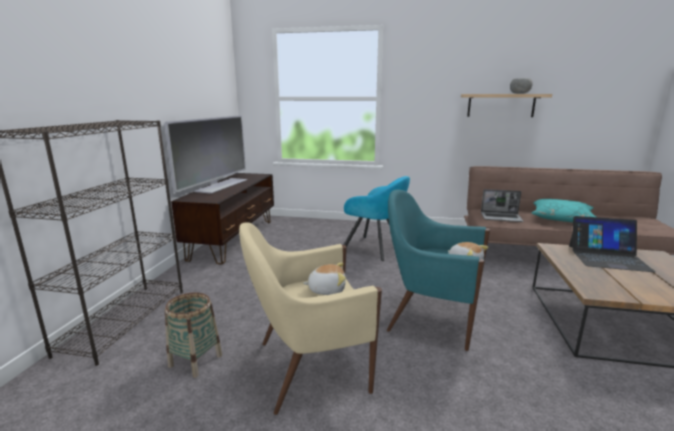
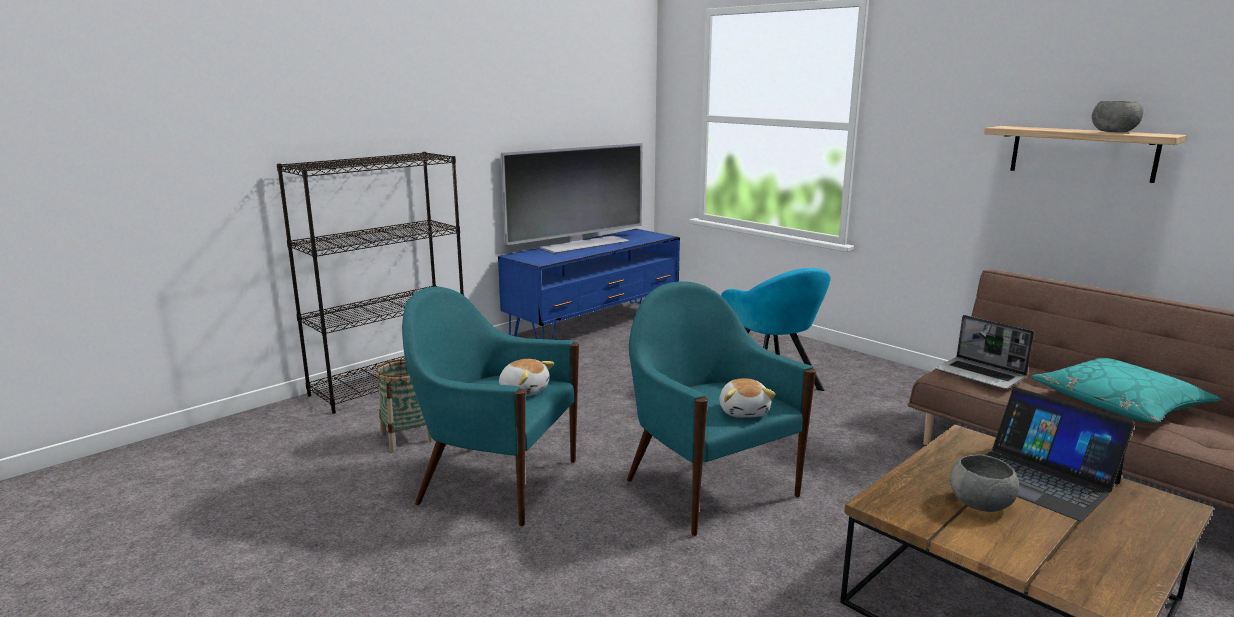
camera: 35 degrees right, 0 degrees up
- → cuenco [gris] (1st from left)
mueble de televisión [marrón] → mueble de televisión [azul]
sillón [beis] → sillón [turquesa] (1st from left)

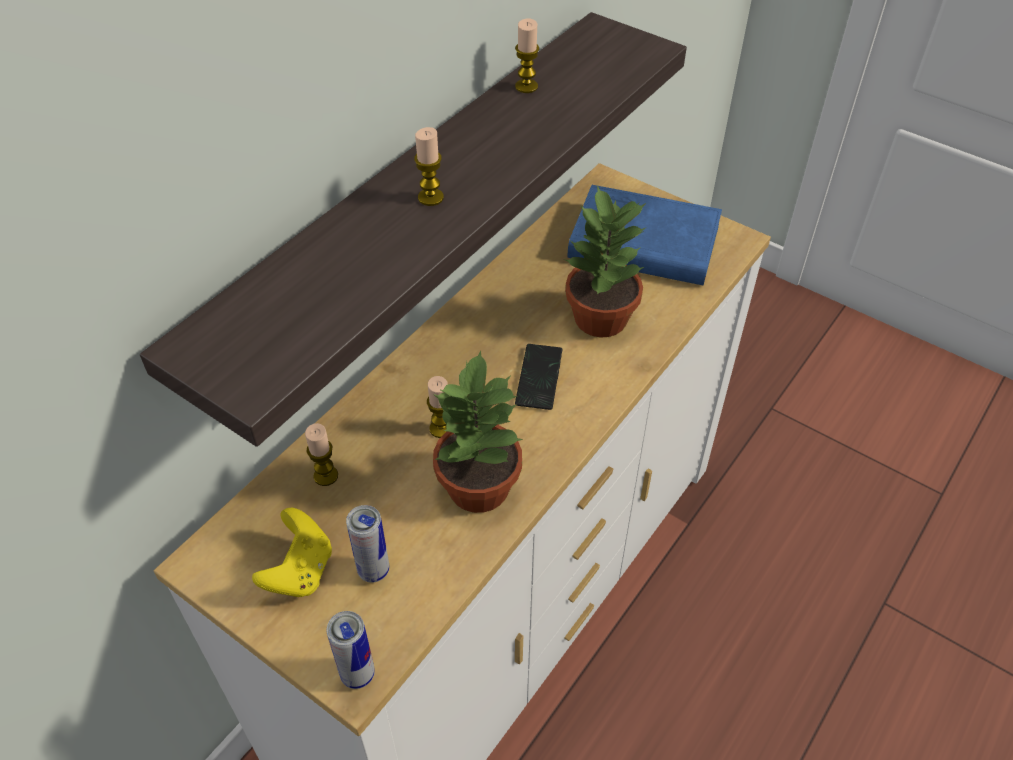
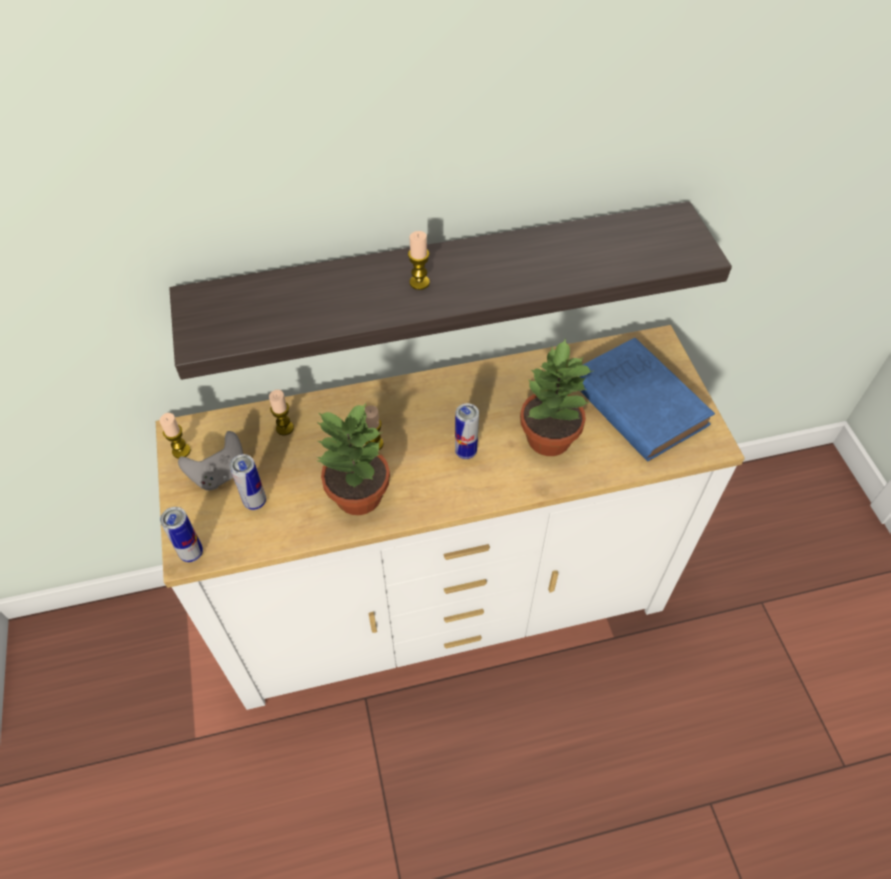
camera: 40 degrees right, 5 degrees up
vela (4th from left in the first image) → vela (1st from left), moved
móvil → lata (3rd from left)
mando de consola [amarillo] → mando de consola [gris]

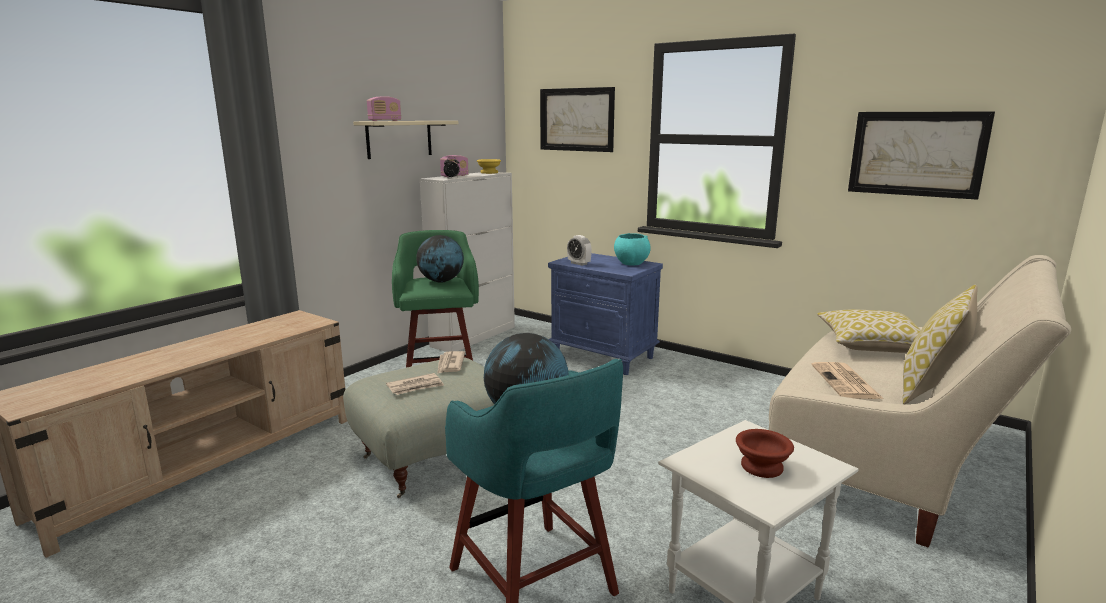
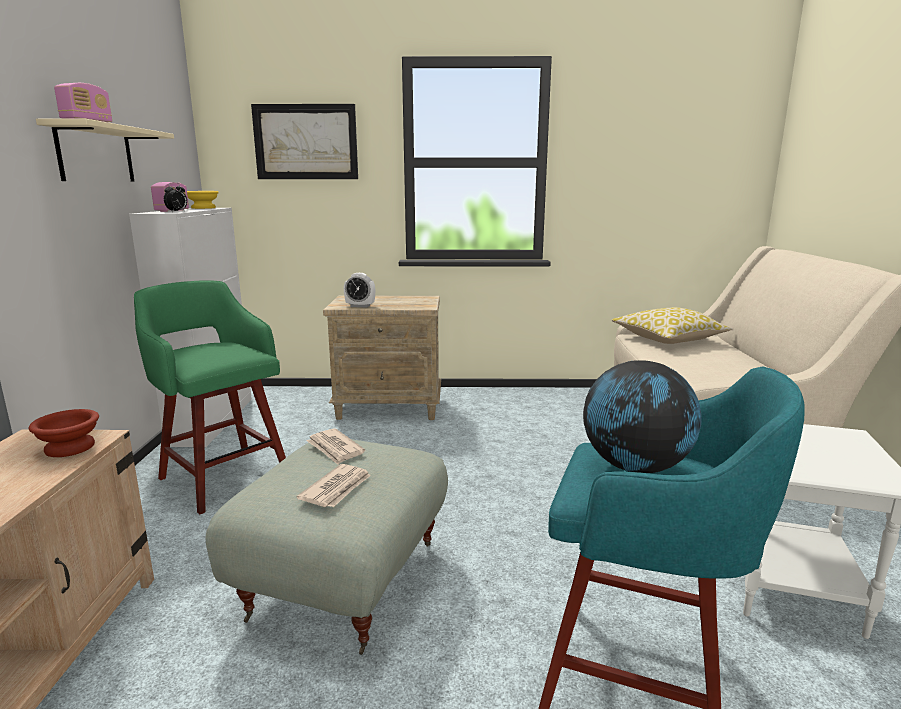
camera: 35 degrees left, 0 degrees up
globo terráqueo (1st from left) → -
cuenco [turquesa] → -
periódico (3rd from left) → -
cuadro (2nd from left) → -
cojín (2nd from left) → -
cuenco [marrón], moved
mesita de noche [azul] → mesita de noche [beis]

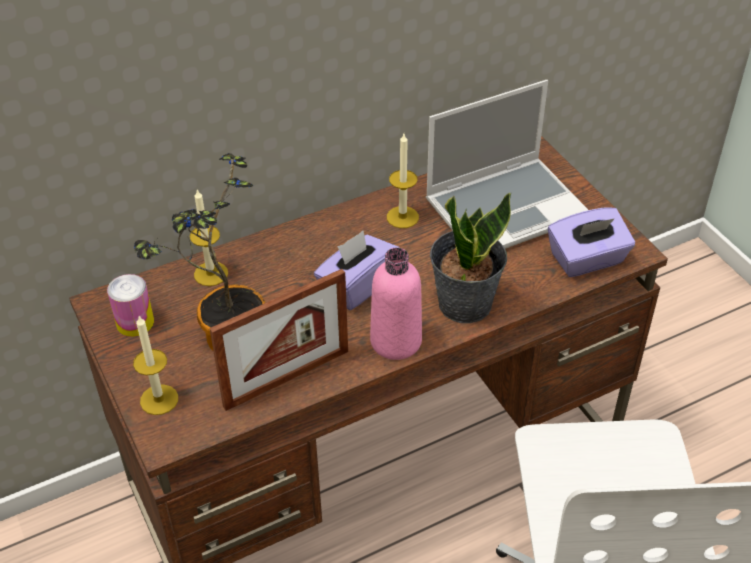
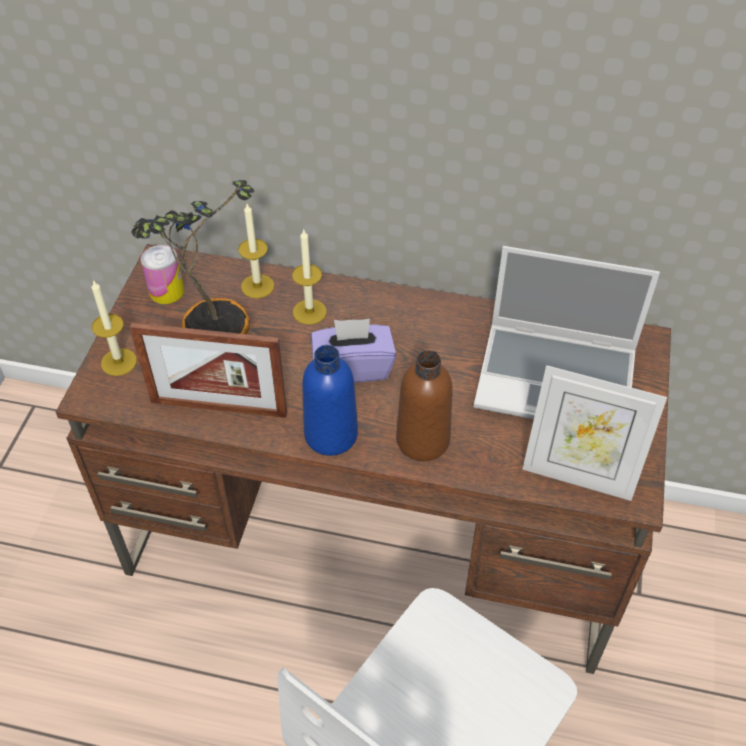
camera: 40 degrees right, 5 degrees up
vela (3rd from left), moved
planta en maceta (2nd from left) → botella [marrón]
caja de pañuelos [morado] (2nd from left) → portarretratos (2nd from left)
botella [rosa] → botella [azul]

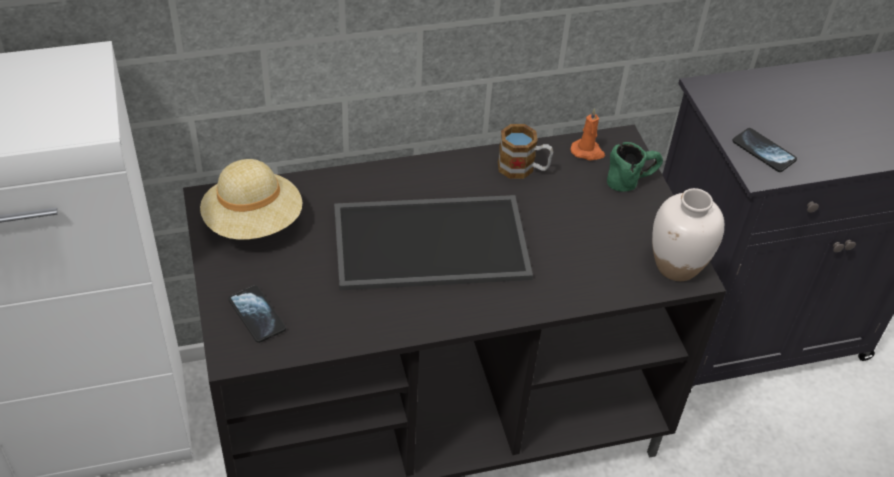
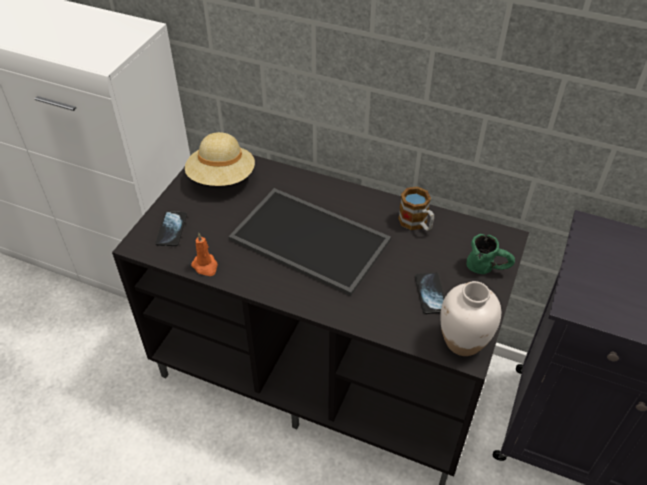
camera: 40 degrees right, 0 degrees up
vela [naranja], moved
móvil (2nd from left), moved

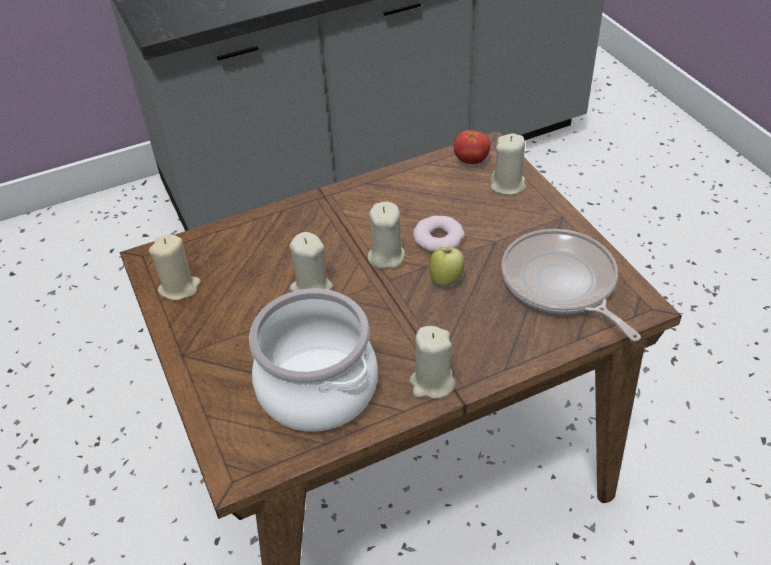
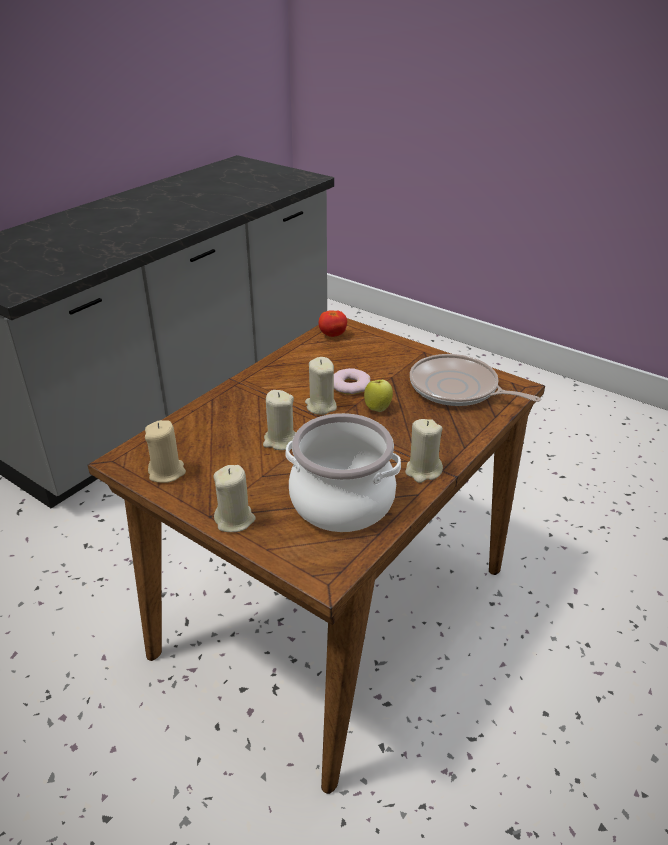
camera: 30 degrees left, 10 degrees down
vela [beis] (5th from left in the first image) → vela [beis] (2nd from left), moved

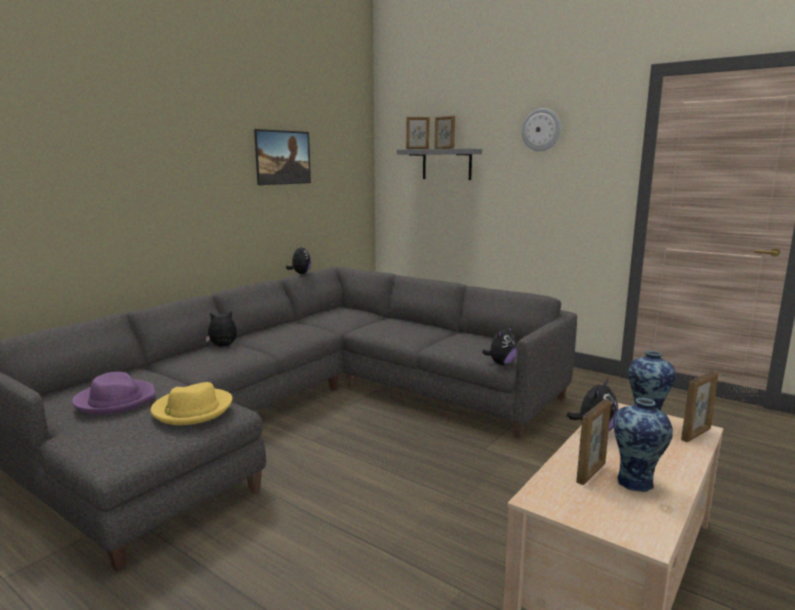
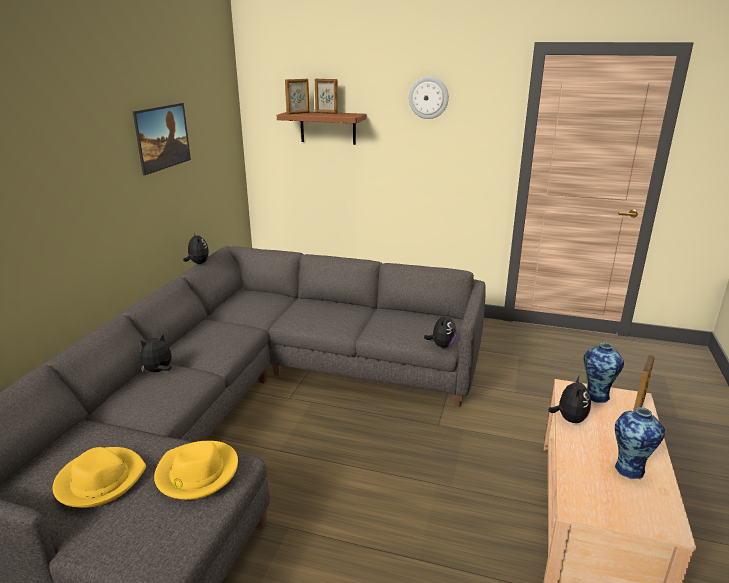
camera: 20 degrees left, 10 degrees up
portarretratos (3rd from left) → -
sombrero [morado] → sombrero [amarillo] (1st from left)
estante [gris] → estante [marrón]

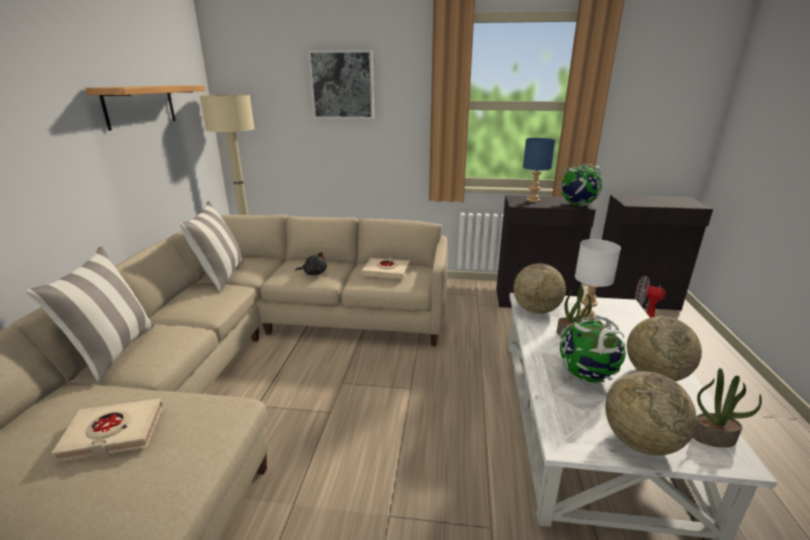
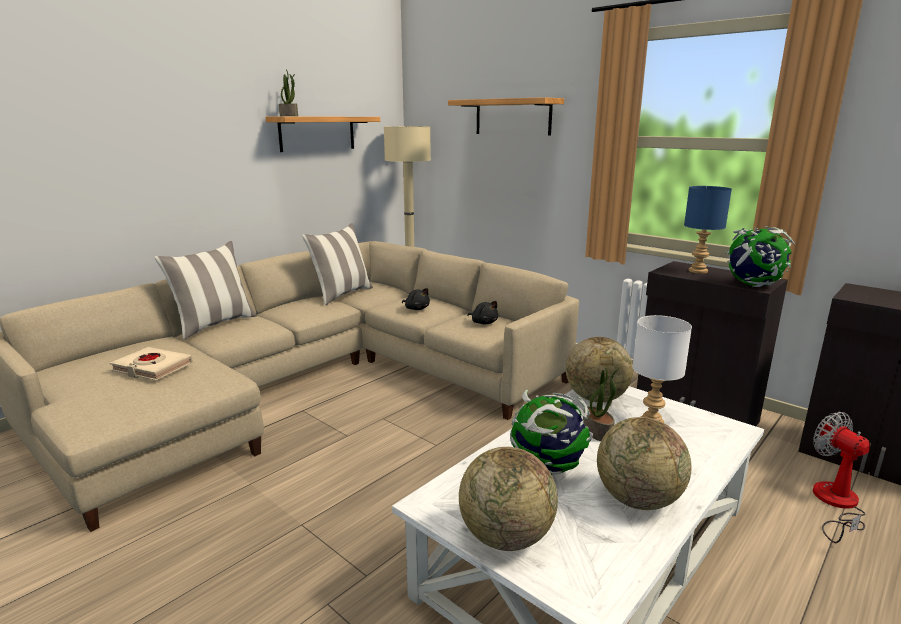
camera: 35 degrees right, 5 degrees down
planta en maceta (2nd from left in the first image) → planta en maceta (1st from left), moved
cuadro → estante (2nd from left)
libro [beis] (2nd from left) → peluche [negro] (2nd from left)

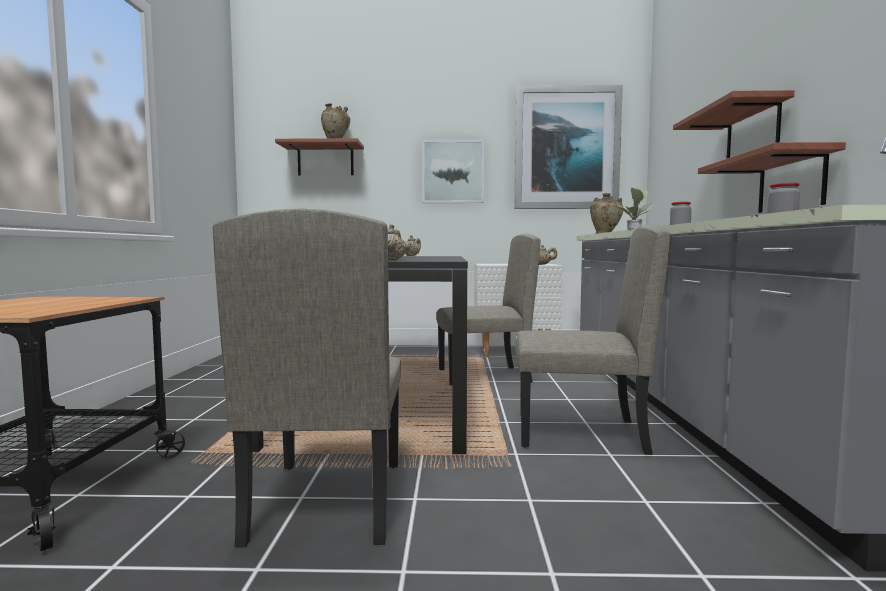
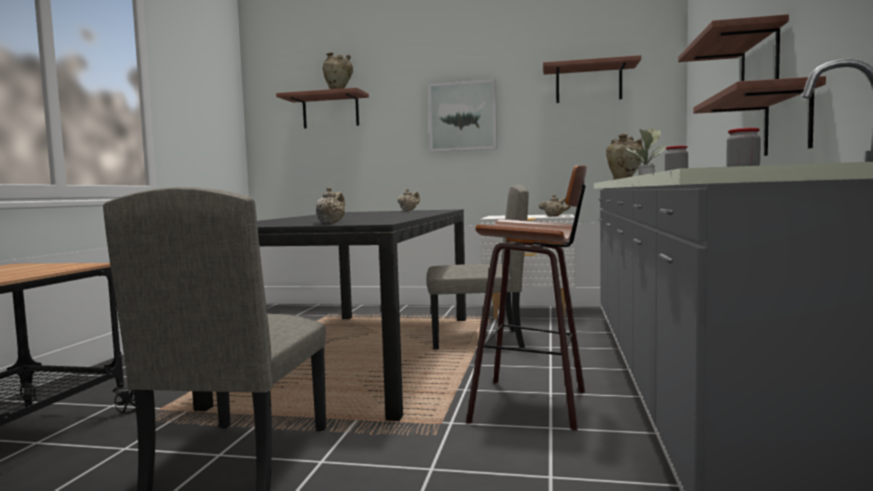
camera: 10 degrees right, 0 degrees up
cuadro (2nd from left) → estante (2nd from left)
silla [beis] (3rd from left) → taburete

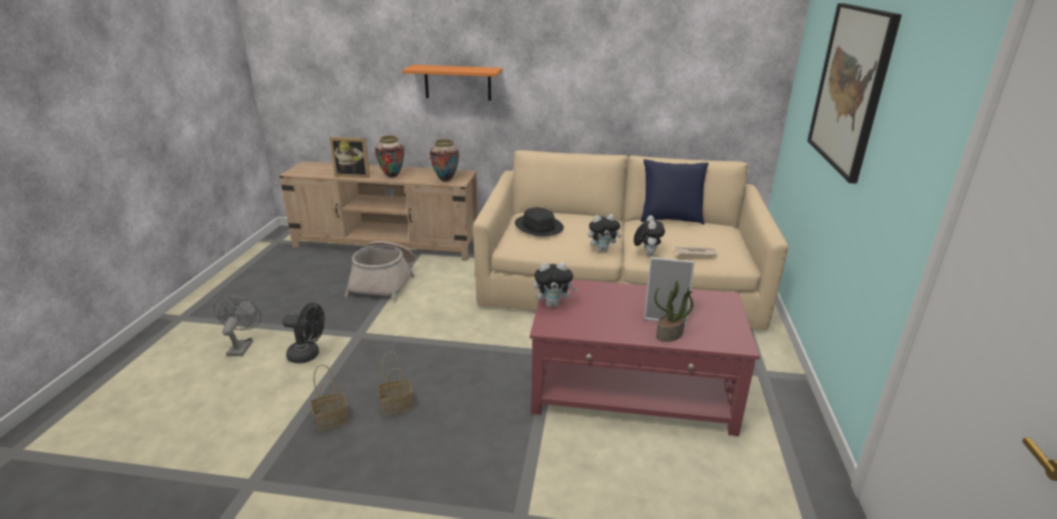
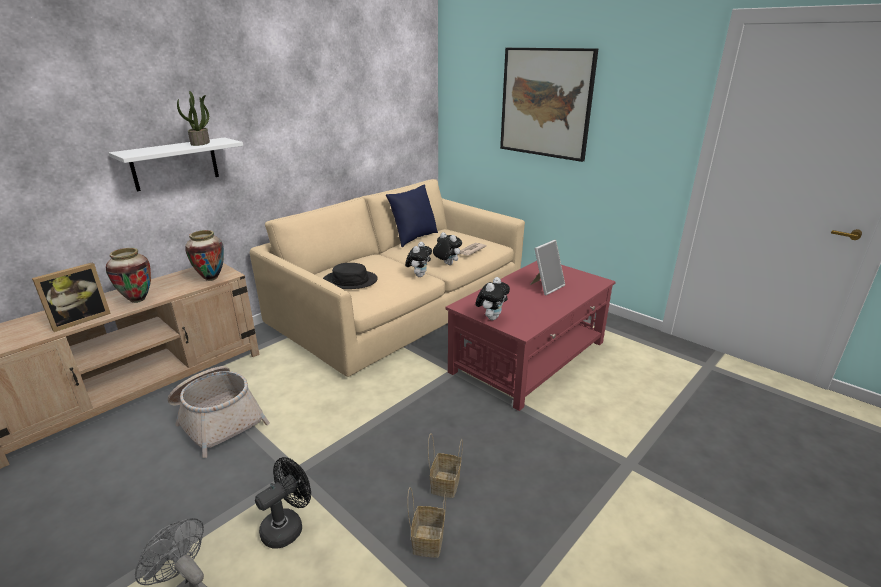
camera: 55 degrees left, 0 degrees up
planta en maceta, moved
estante [naranja] → estante [blanco]

